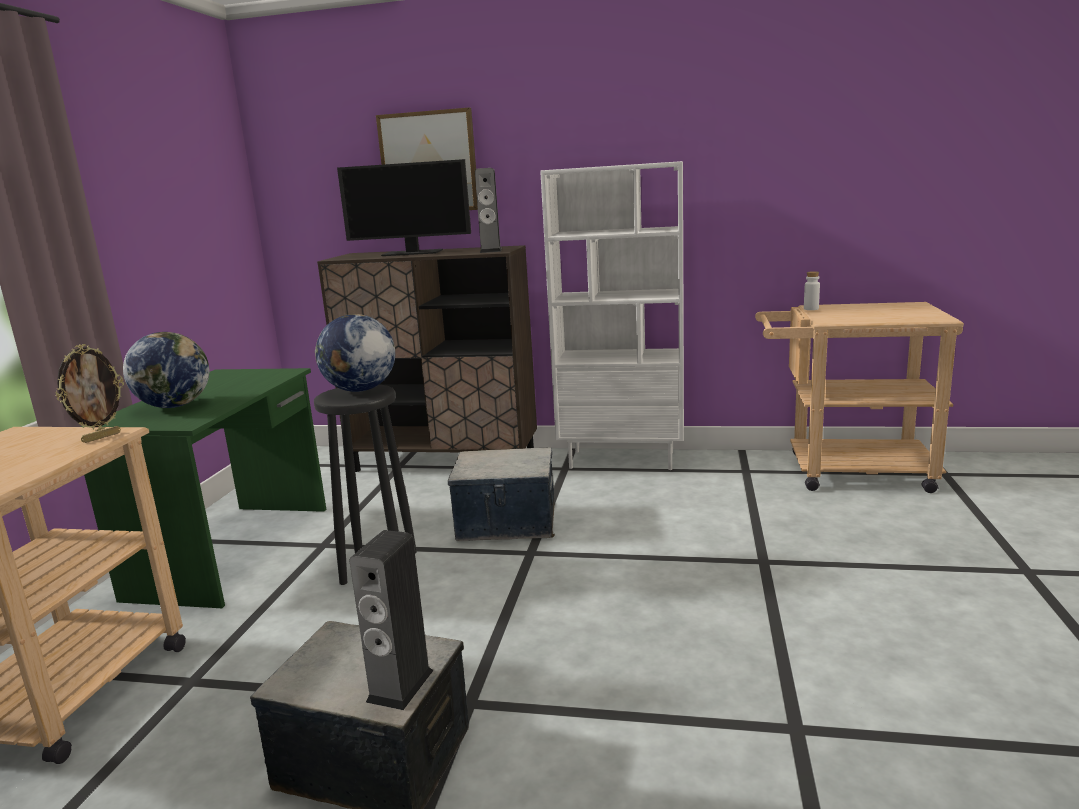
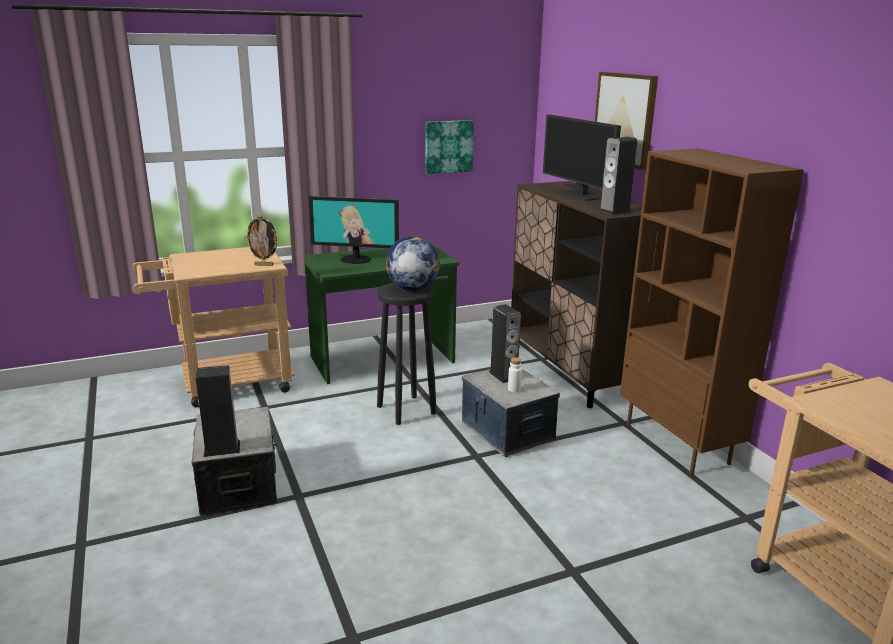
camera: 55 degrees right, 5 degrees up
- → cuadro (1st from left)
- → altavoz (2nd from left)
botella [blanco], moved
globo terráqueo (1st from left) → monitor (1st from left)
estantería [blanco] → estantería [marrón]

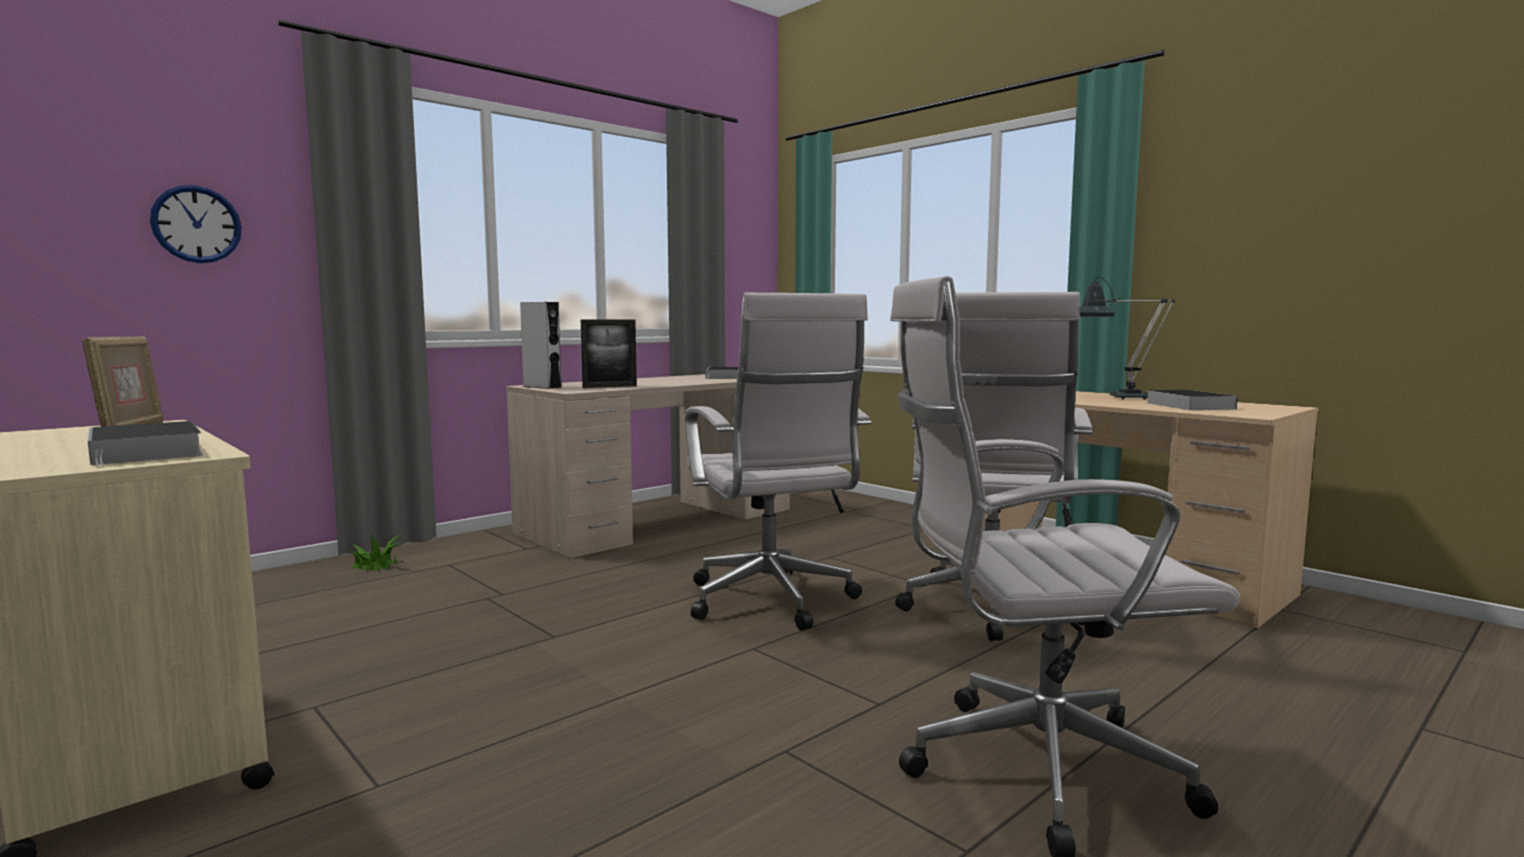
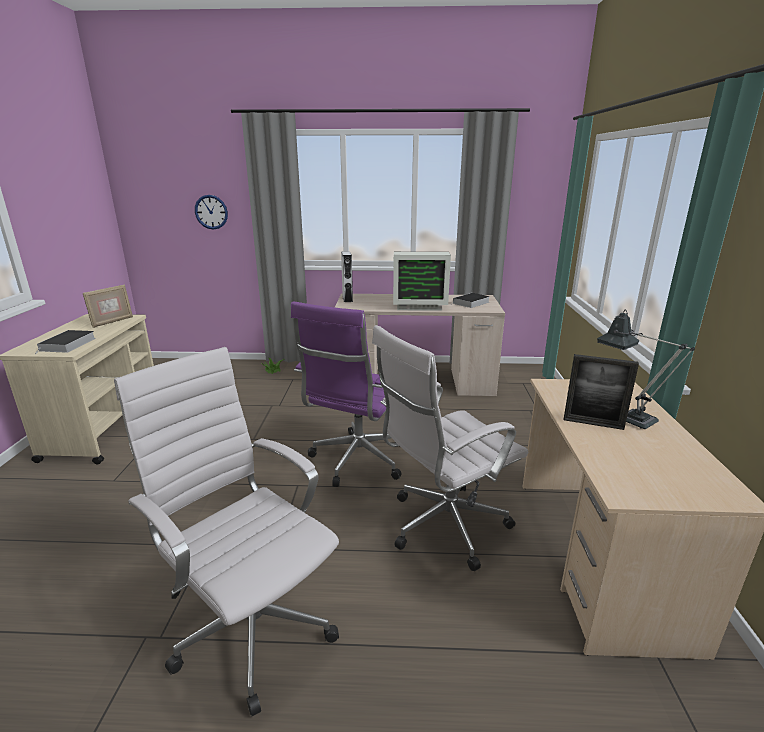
camera: 45 degrees right, 15 degrees up
libro (3rd from left) → -
- → monitor
portarretratos (2nd from left), moved
silla de oficina [blanco] (1st from left) → silla de oficina [morado]

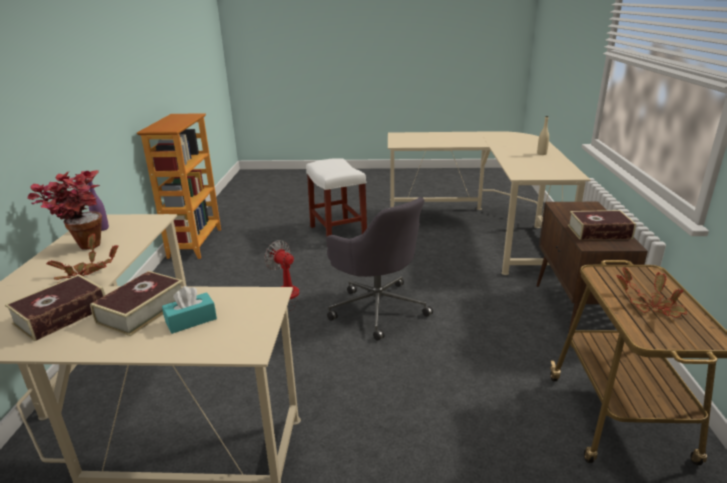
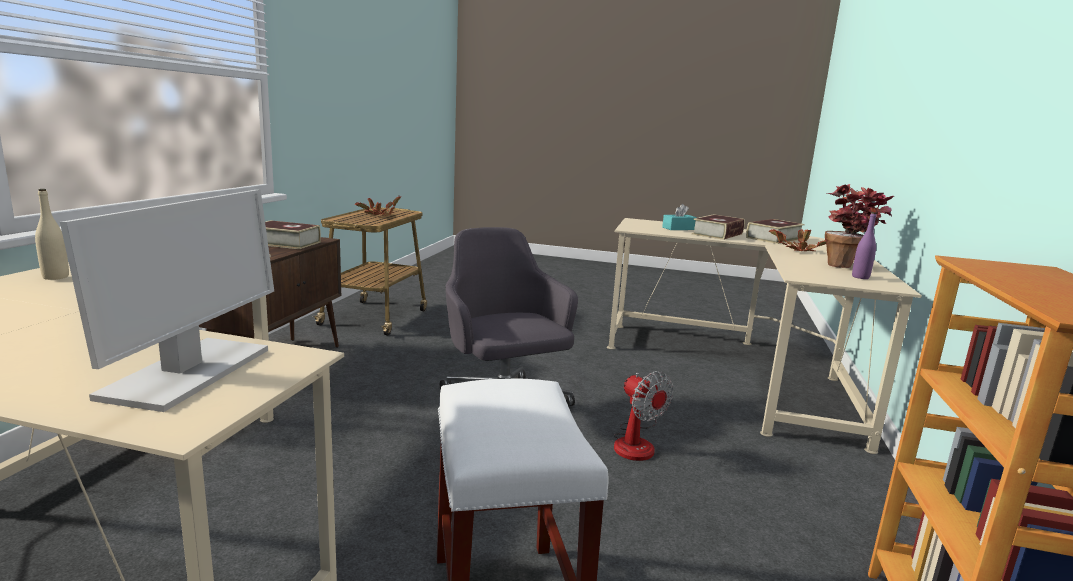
camera: 170 degrees left, 10 degrees down
- → monitor

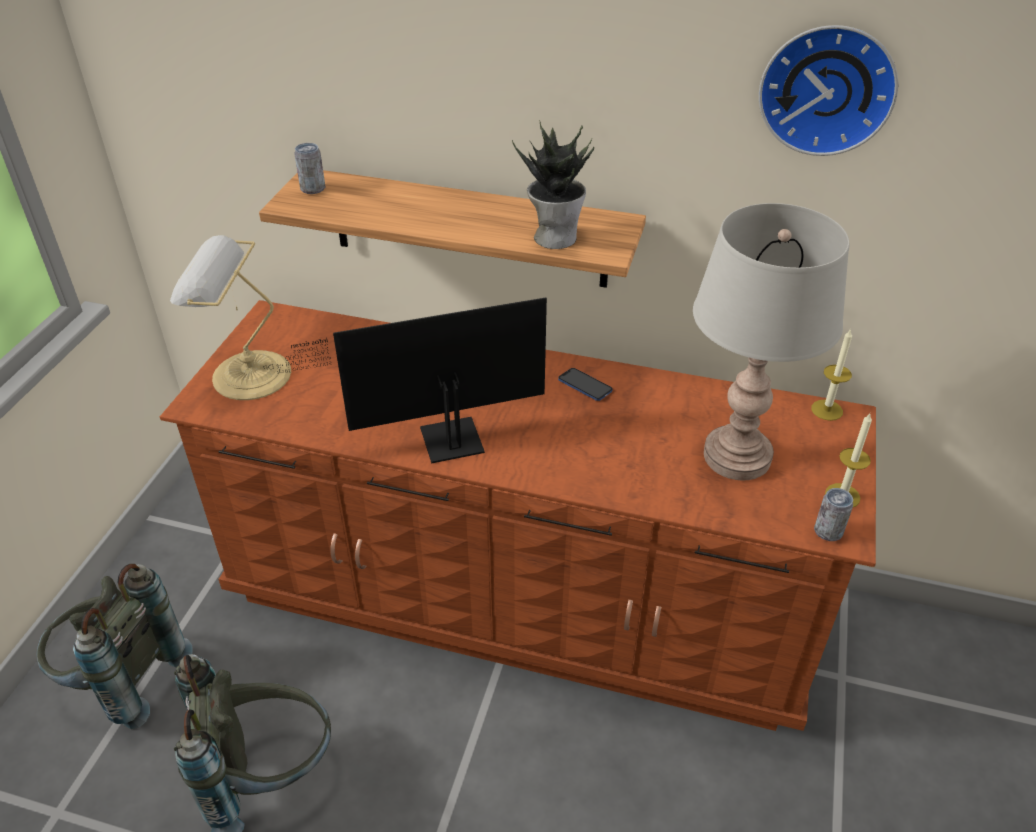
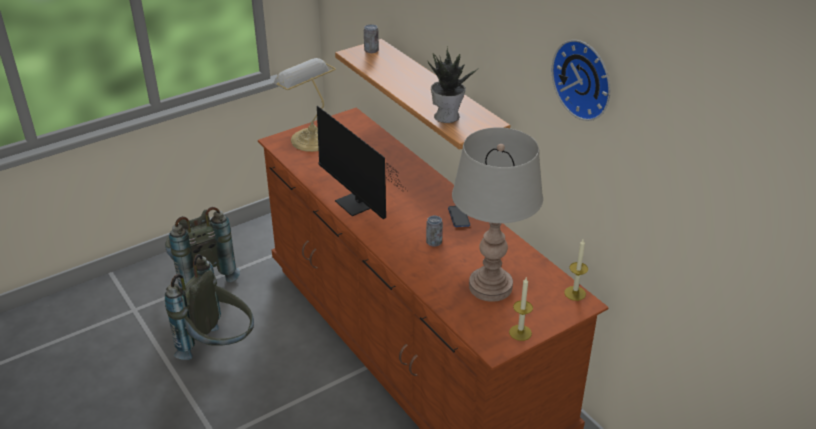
camera: 40 degrees right, 5 degrees down
lata (2nd from left), moved
monitor, 150 degrees counterclockwise

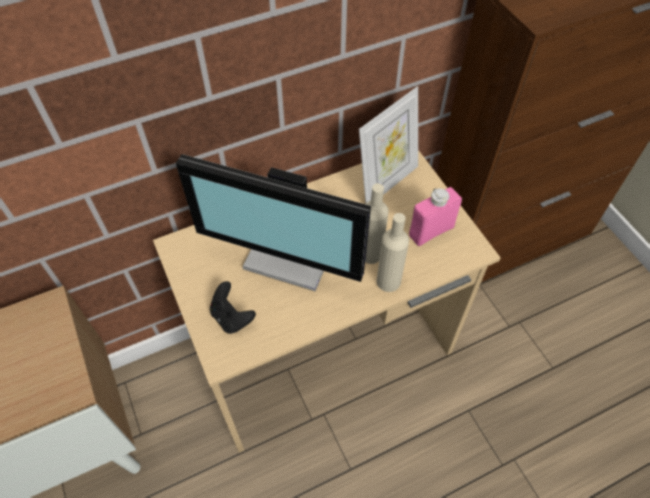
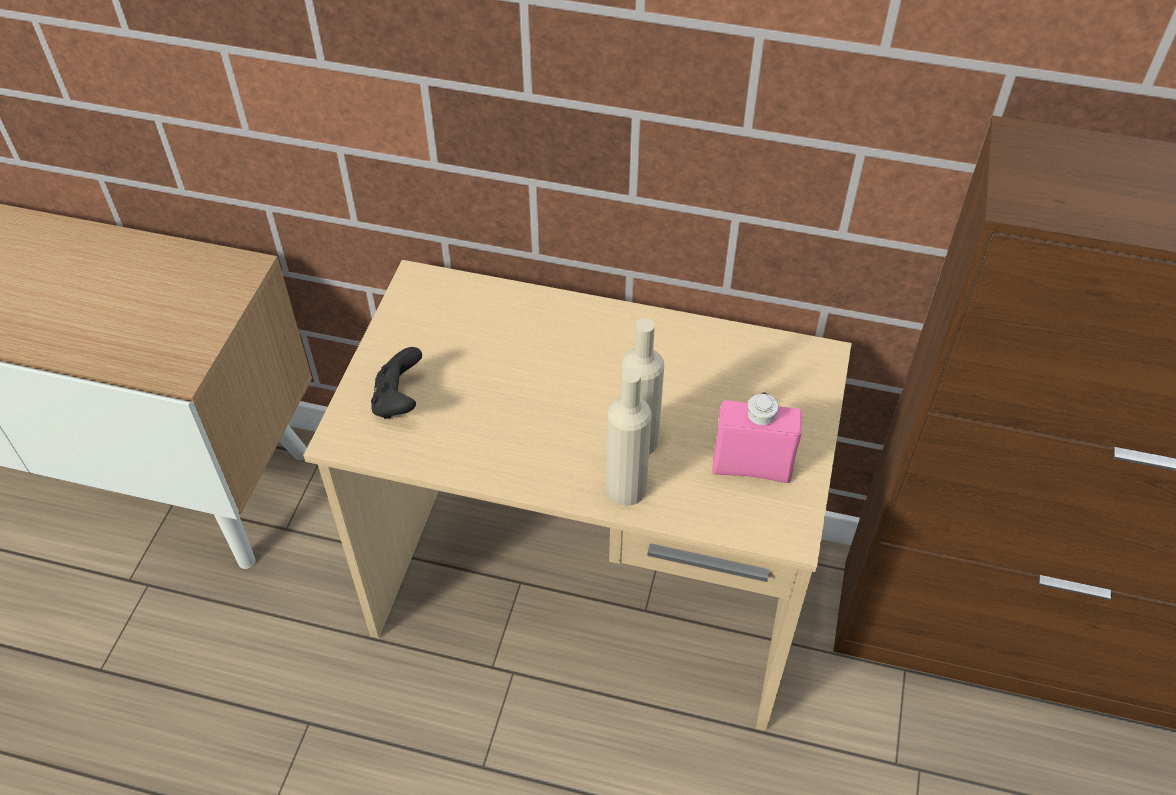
camera: 40 degrees right, 5 degrees down
monitor → -
portarretratos → -

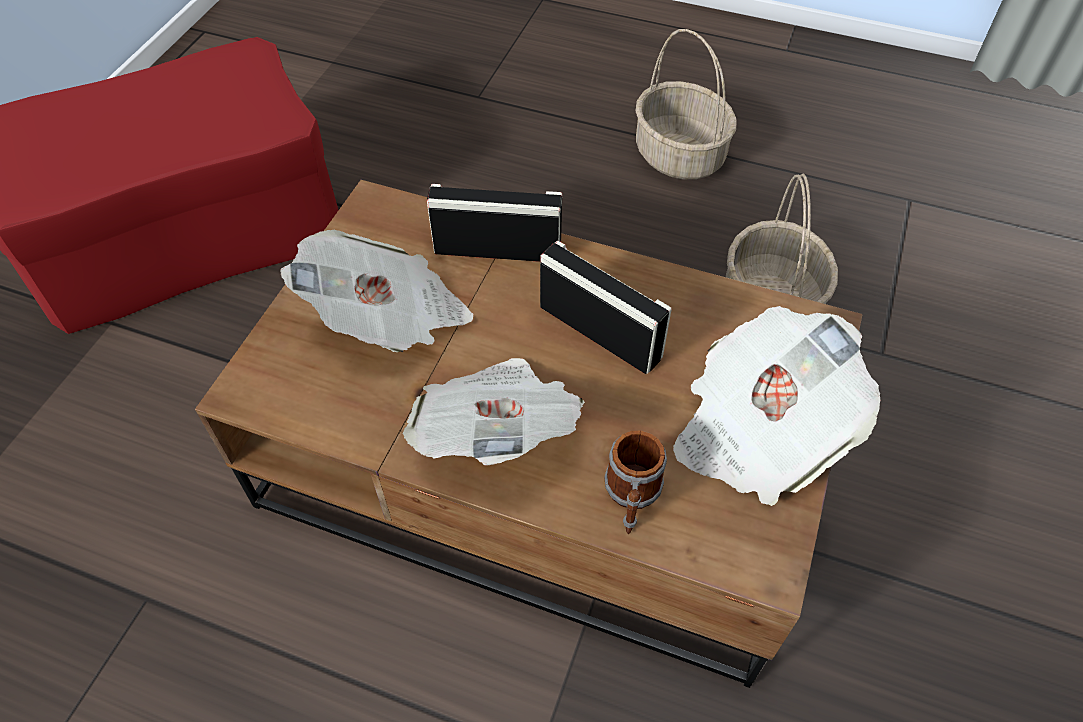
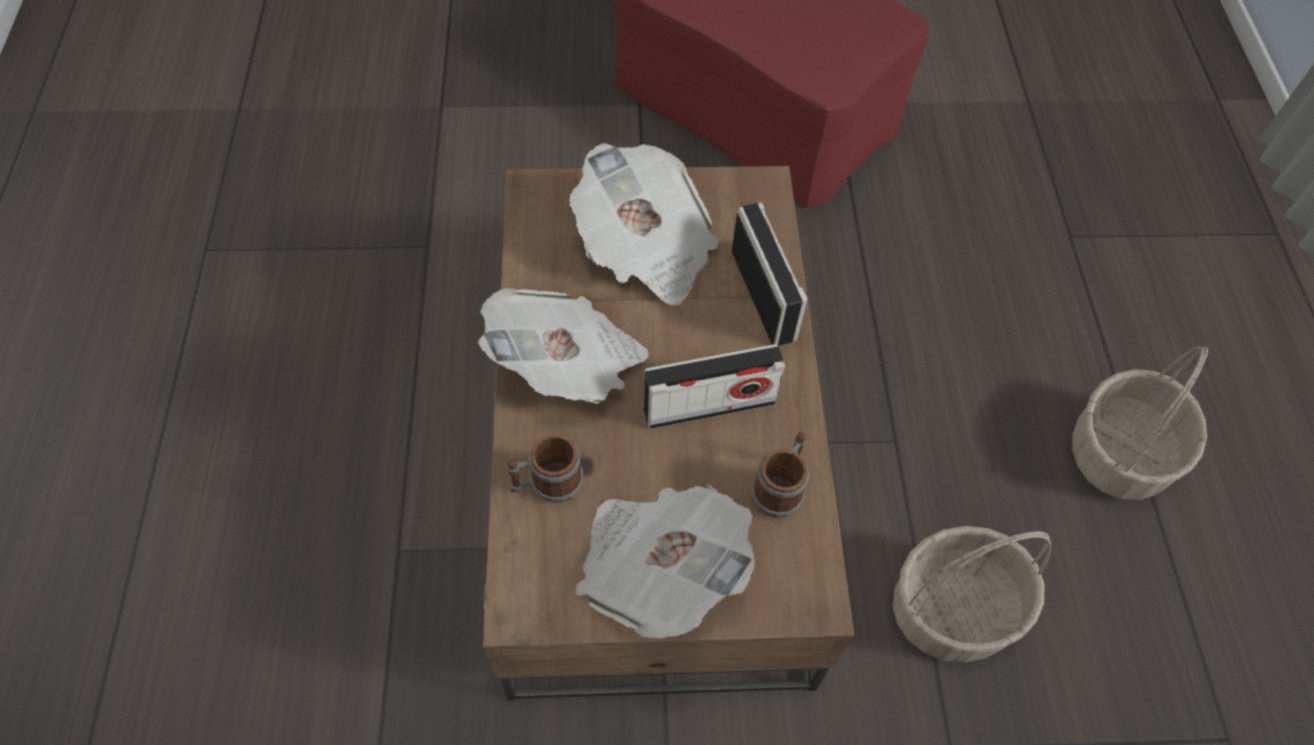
camera: 65 degrees right, 5 degrees up
- → taza grande (2nd from left)
radio (2nd from left in the first image) → radio (1st from left), 60 degrees clockwise

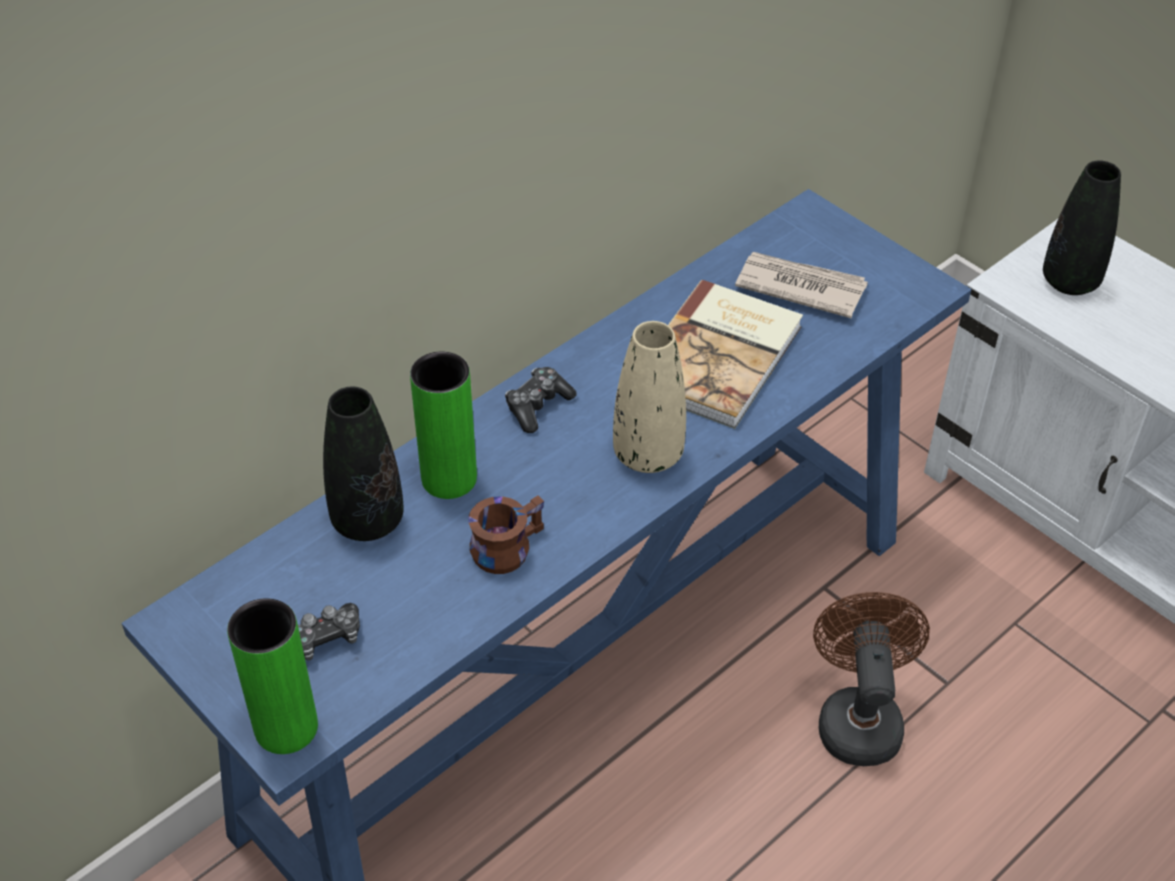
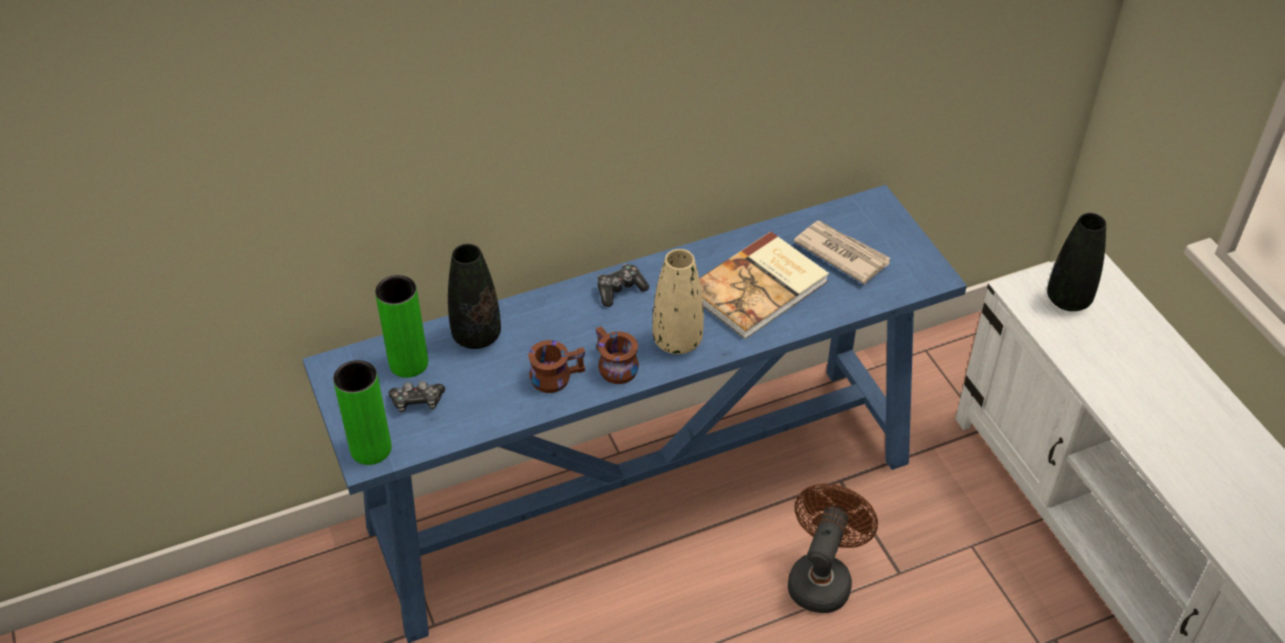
camera: 20 degrees right, 0 degrees up
- → taza grande [marrón] (2nd from left)
florero [verde] (2nd from left), moved

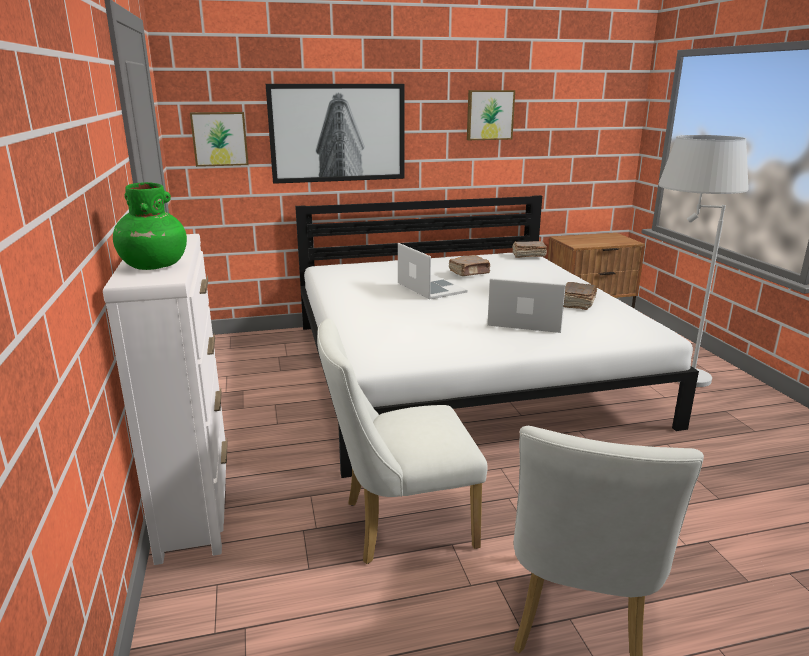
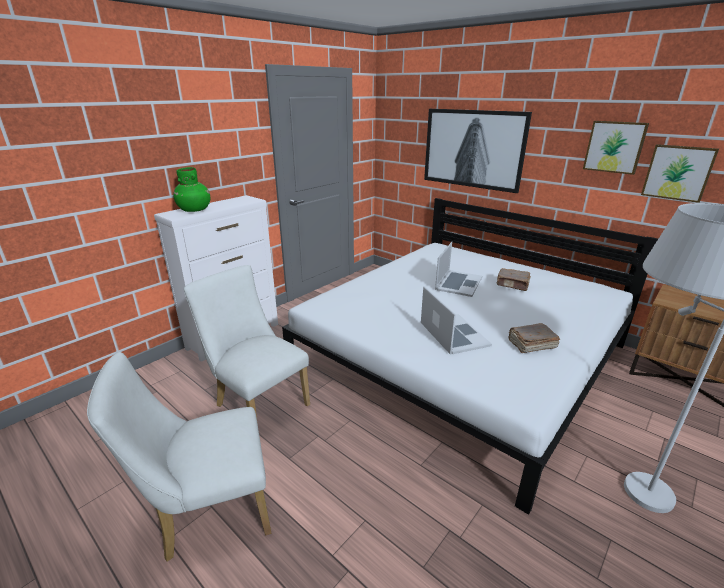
camera: 55 degrees right, 5 degrees up
libro [marrón] (2nd from left) → -
cuadro (1st from left in the first image) → cuadro (3rd from left), moved

